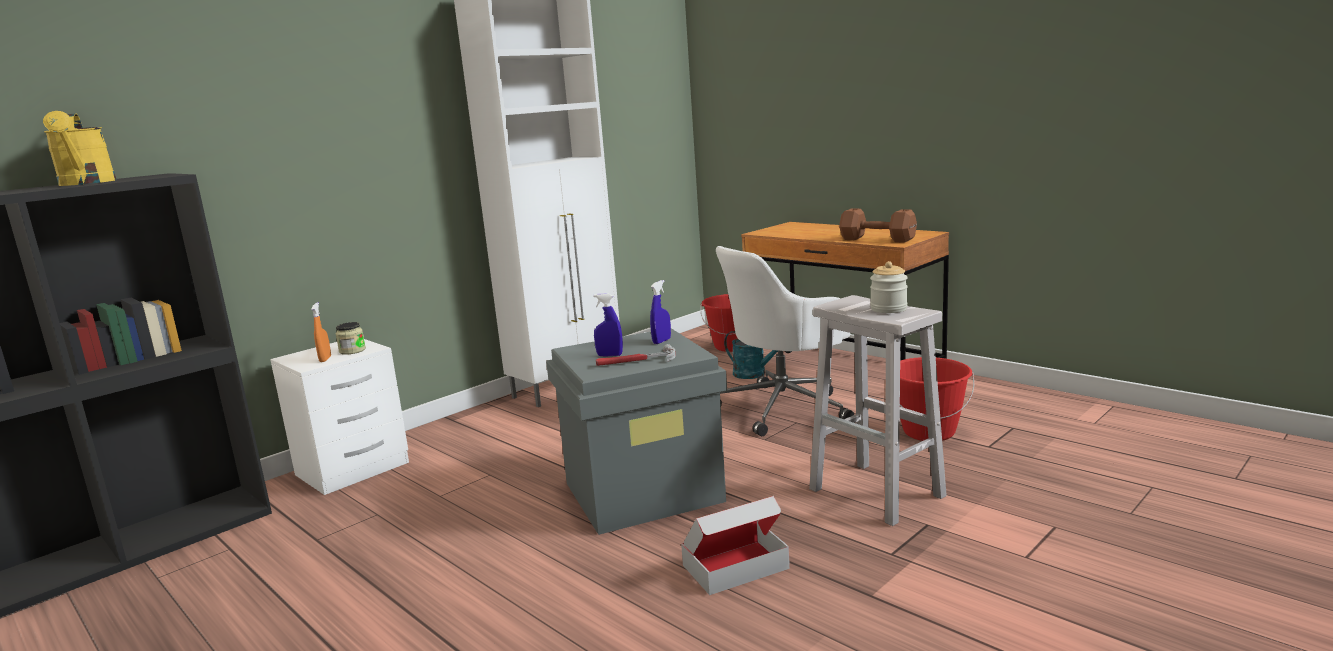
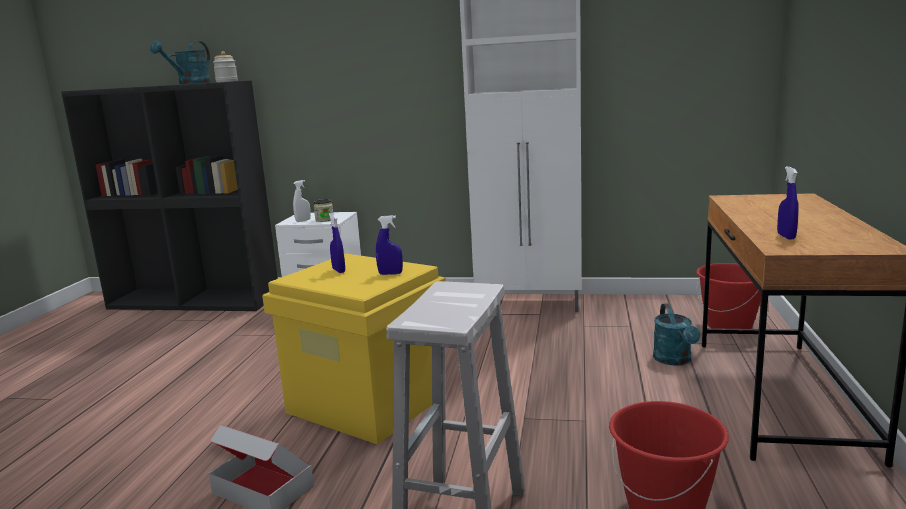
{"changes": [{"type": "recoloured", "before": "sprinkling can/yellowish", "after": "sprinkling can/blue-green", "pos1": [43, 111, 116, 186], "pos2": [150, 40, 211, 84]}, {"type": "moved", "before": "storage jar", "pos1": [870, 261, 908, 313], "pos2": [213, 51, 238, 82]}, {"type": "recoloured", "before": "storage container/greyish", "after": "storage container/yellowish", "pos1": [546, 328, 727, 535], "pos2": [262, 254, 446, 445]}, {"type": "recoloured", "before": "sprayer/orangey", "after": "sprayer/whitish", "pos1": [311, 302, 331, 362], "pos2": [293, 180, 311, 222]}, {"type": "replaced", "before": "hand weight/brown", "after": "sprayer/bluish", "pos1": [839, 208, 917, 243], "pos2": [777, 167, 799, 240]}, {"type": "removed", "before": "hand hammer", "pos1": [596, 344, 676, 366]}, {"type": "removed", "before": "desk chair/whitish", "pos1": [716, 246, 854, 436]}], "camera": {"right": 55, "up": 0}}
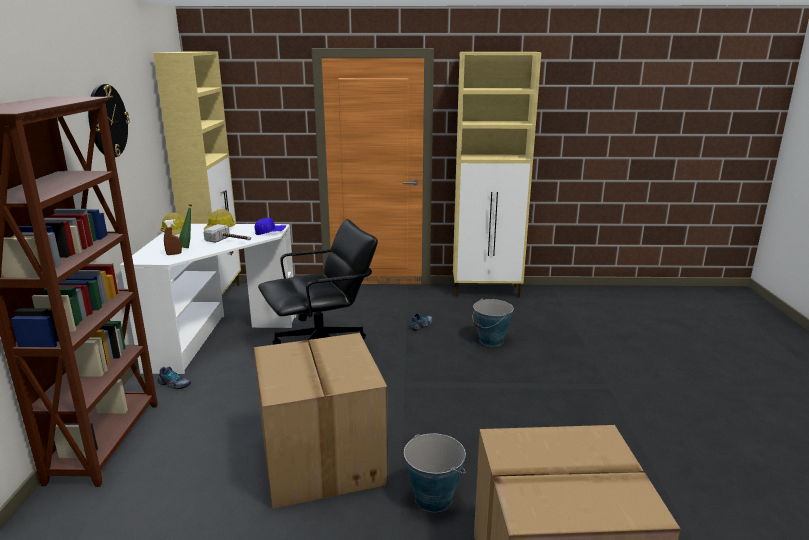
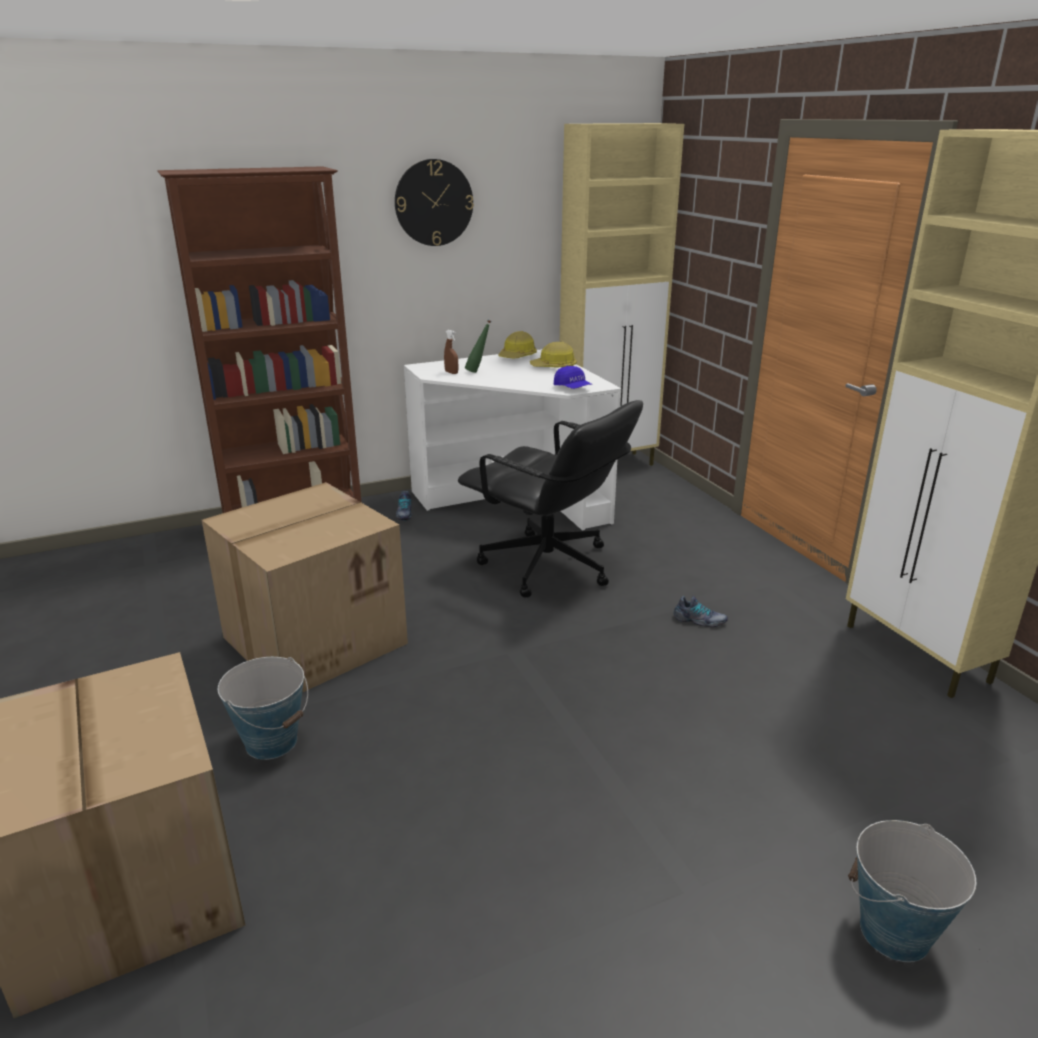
{"changes": [{"type": "moved", "before": "water bucket", "pos1": [473, 299, 514, 347], "pos2": [848, 820, 976, 962]}, {"type": "removed", "before": "hand hammer", "pos1": [204, 224, 251, 243]}], "camera": {"right": 65, "up": 5}}
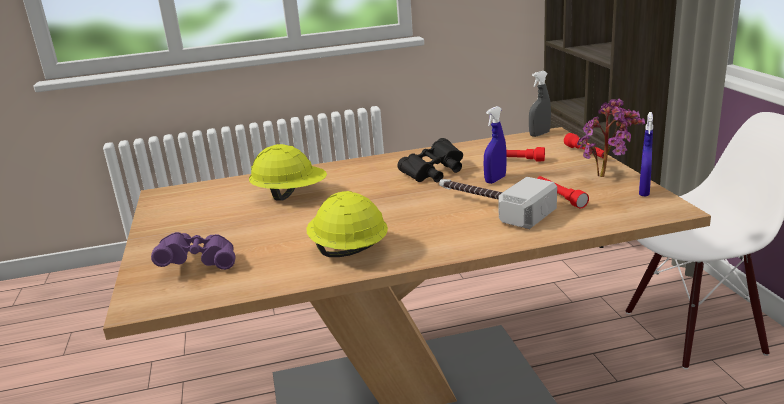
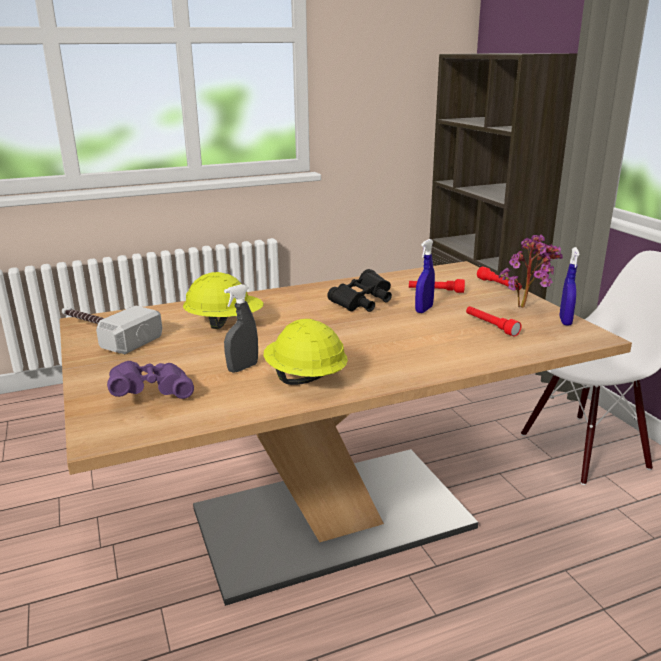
{"changes": [{"type": "moved", "before": "hand hammer", "pos1": [439, 177, 557, 229], "pos2": [62, 305, 162, 354]}, {"type": "moved", "before": "sprayer/greyish", "pos1": [529, 71, 551, 137], "pos2": [224, 284, 258, 373]}], "camera": {"right": -10, "up": 0}}
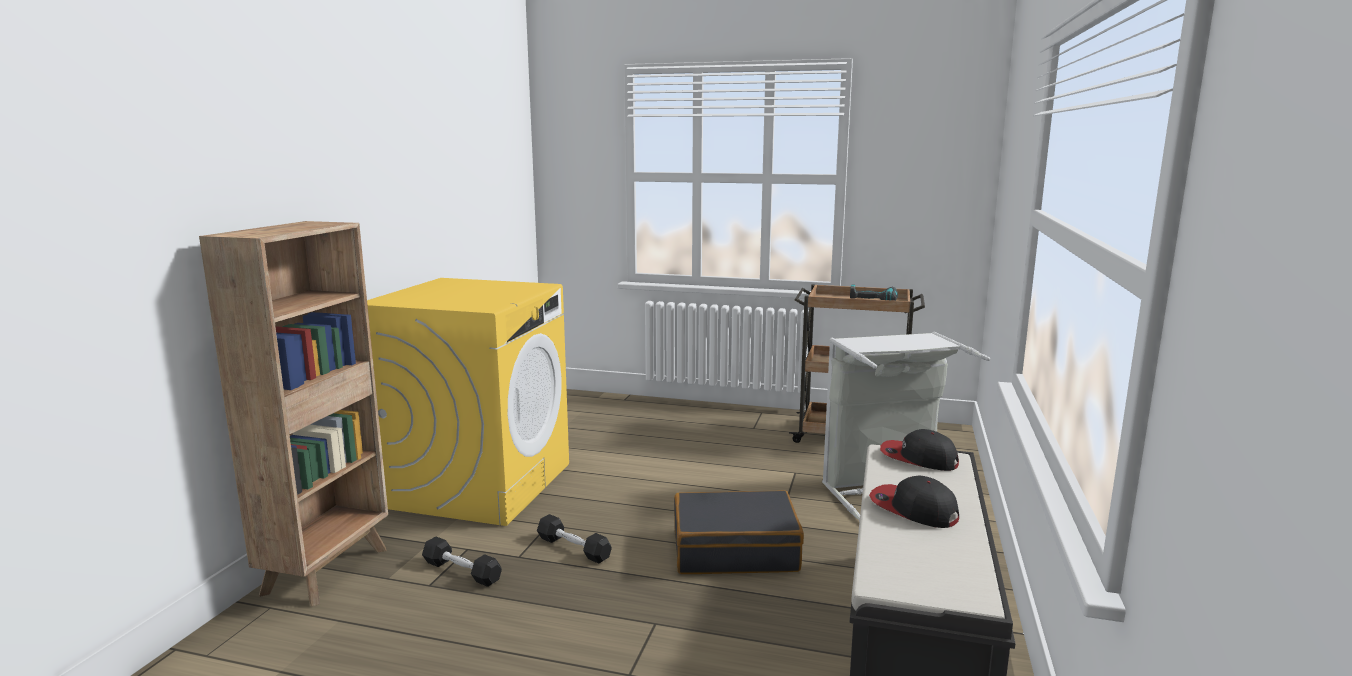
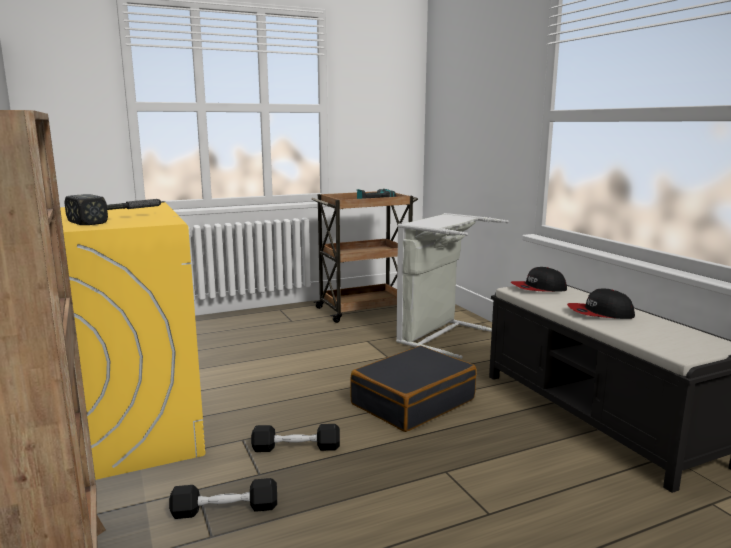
{"changes": [{"type": "added", "after": "hand hammer", "pos2": [64, 194, 165, 225]}], "camera": {"right": -40, "up": 0}}
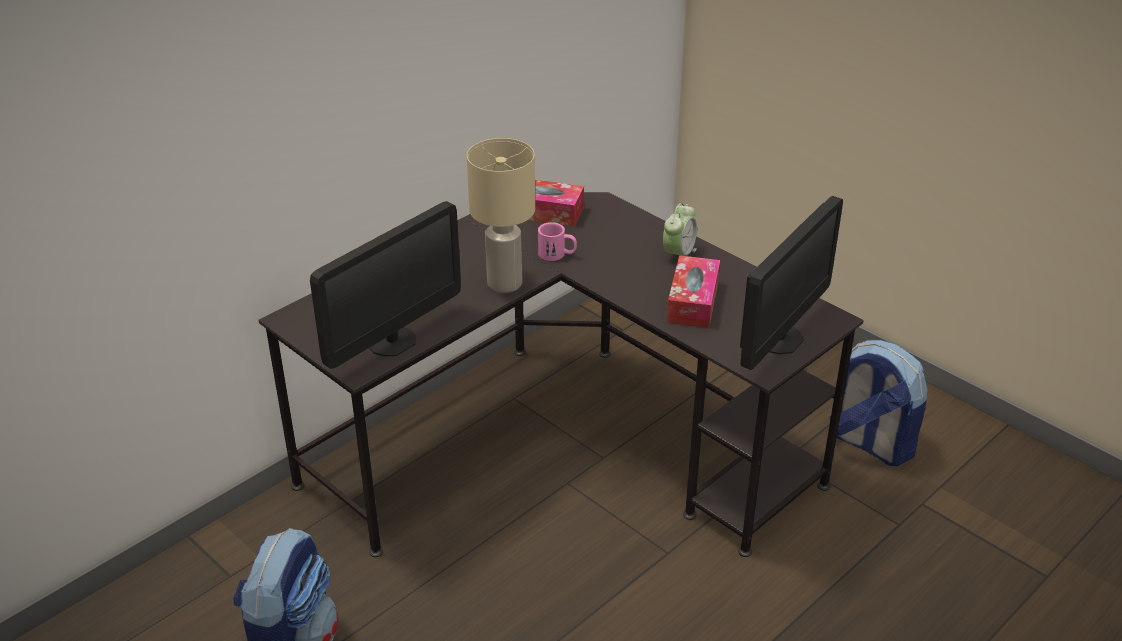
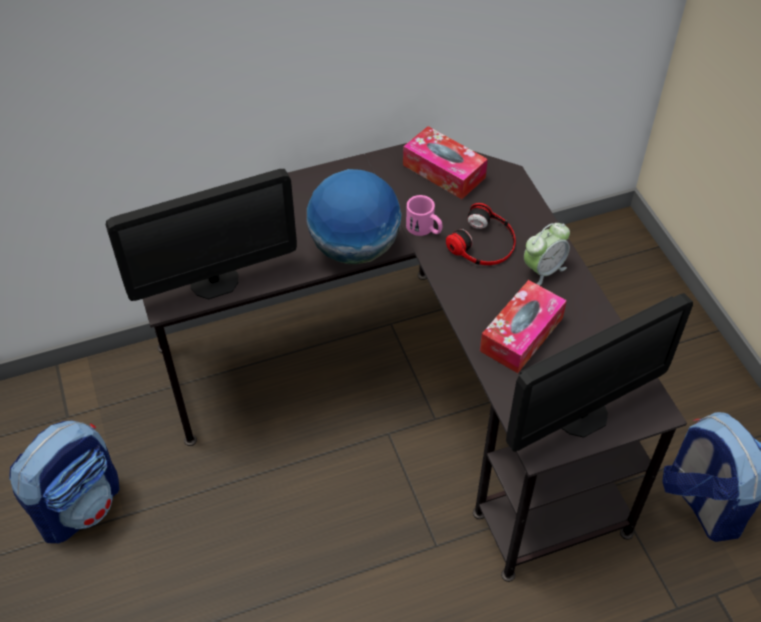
{"changes": [{"type": "replaced", "before": "lamp for a table/beige-coloured", "after": "desk globe", "pos1": [467, 138, 535, 293], "pos2": [307, 169, 402, 264]}, {"type": "added", "after": "pair of headphones", "pos2": [446, 203, 516, 265]}], "camera": {"right": 25, "up": 15}}
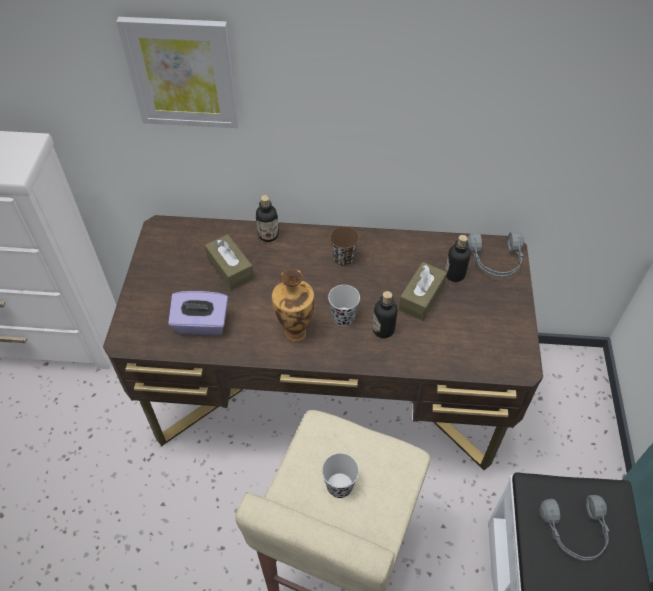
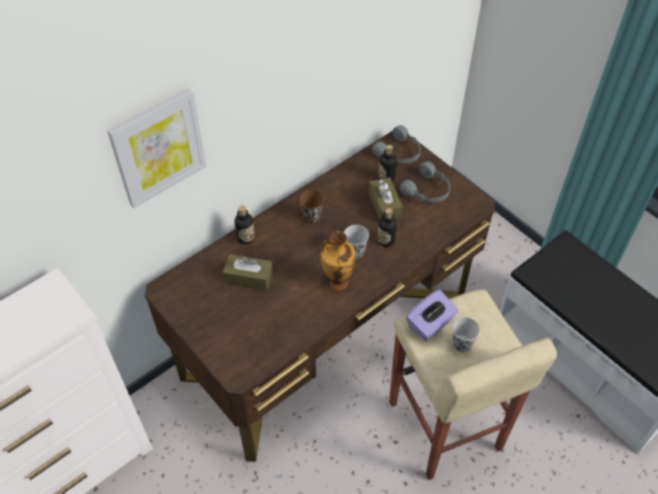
{"changes": [{"type": "moved", "before": "pair of headphones/greyish", "pos1": [540, 495, 610, 561], "pos2": [400, 161, 450, 202]}, {"type": "moved", "before": "box of tissues/purple", "pos1": [168, 291, 228, 335], "pos2": [406, 289, 459, 341]}], "camera": {"right": -45, "up": 0}}
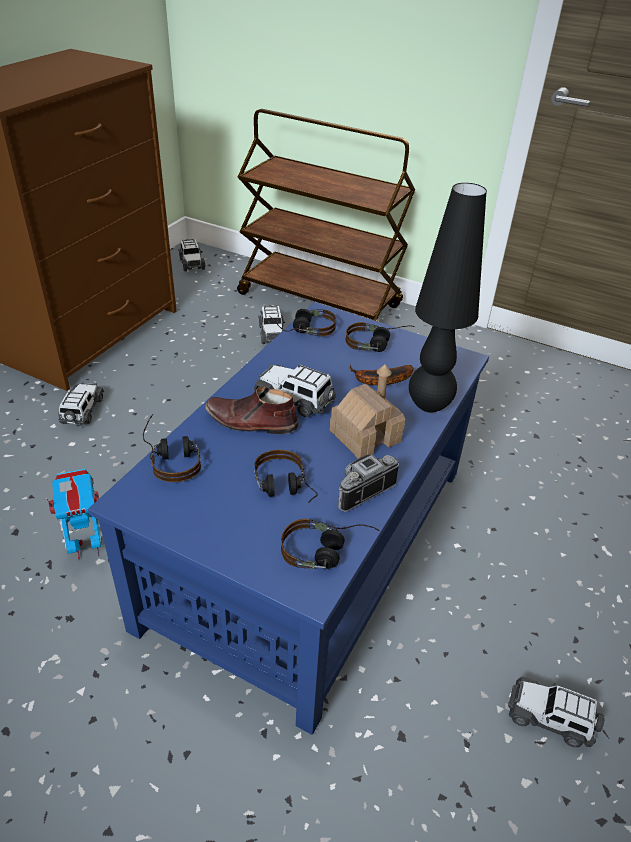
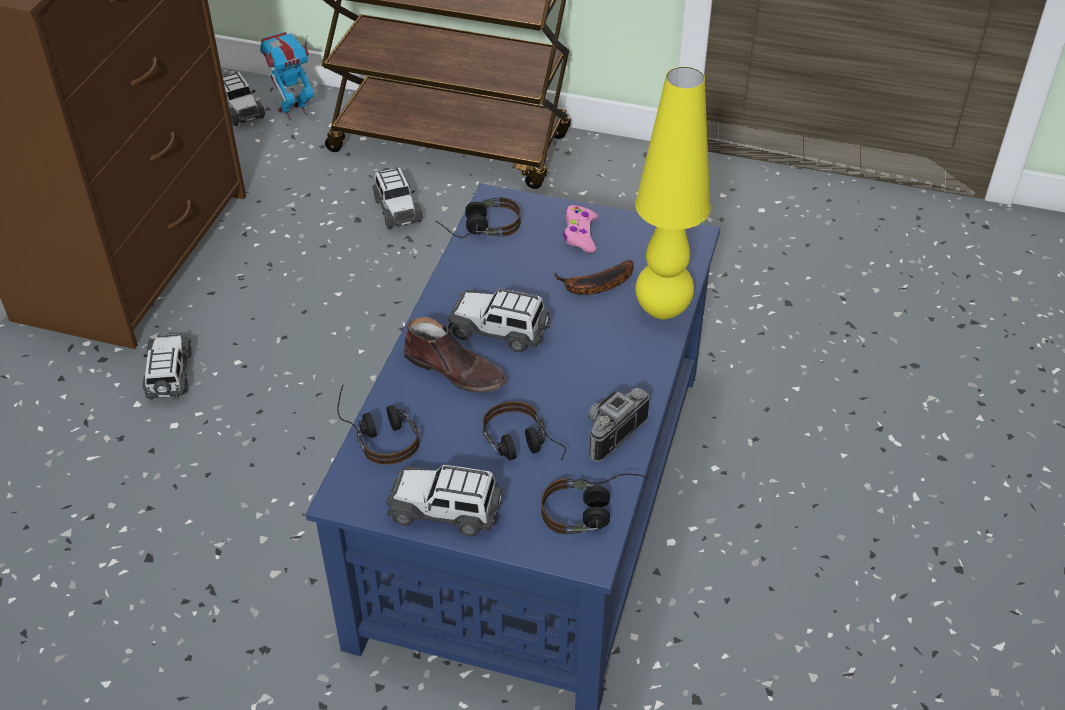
{"changes": [{"type": "moved", "before": "model robot", "pos1": [46, 469, 102, 560], "pos2": [260, 31, 314, 120]}, {"type": "moved", "before": "miniature car", "pos1": [508, 677, 604, 748], "pos2": [386, 464, 503, 537]}, {"type": "turned", "before": "shoe/brown", "pos1": [205, 387, 298, 434], "pos2": [404, 317, 507, 393], "turn": -150}, {"type": "replaced", "before": "pair of headphones", "after": "joypad/pinkish", "pos1": [345, 322, 416, 352], "pos2": [563, 205, 598, 253]}, {"type": "recoloured", "before": "lamp for a table/black-coloured", "after": "lamp for a table/yellowish", "pos1": [409, 183, 487, 413], "pos2": [635, 67, 711, 319]}, {"type": "removed", "before": "model house", "pos1": [330, 364, 405, 459]}], "camera": {"right": -10, "up": 5}}
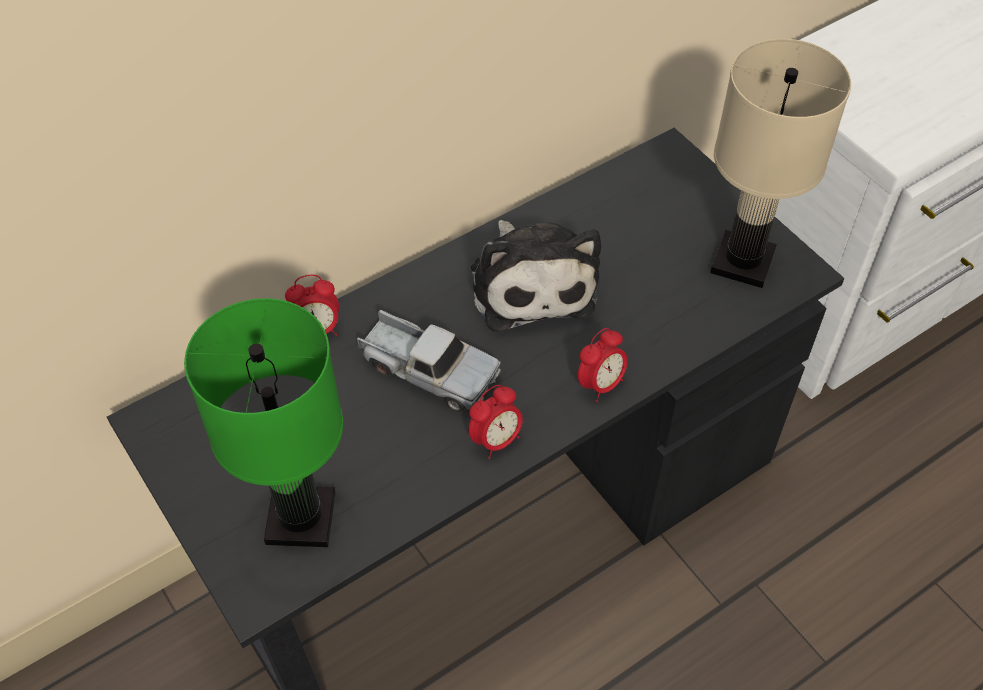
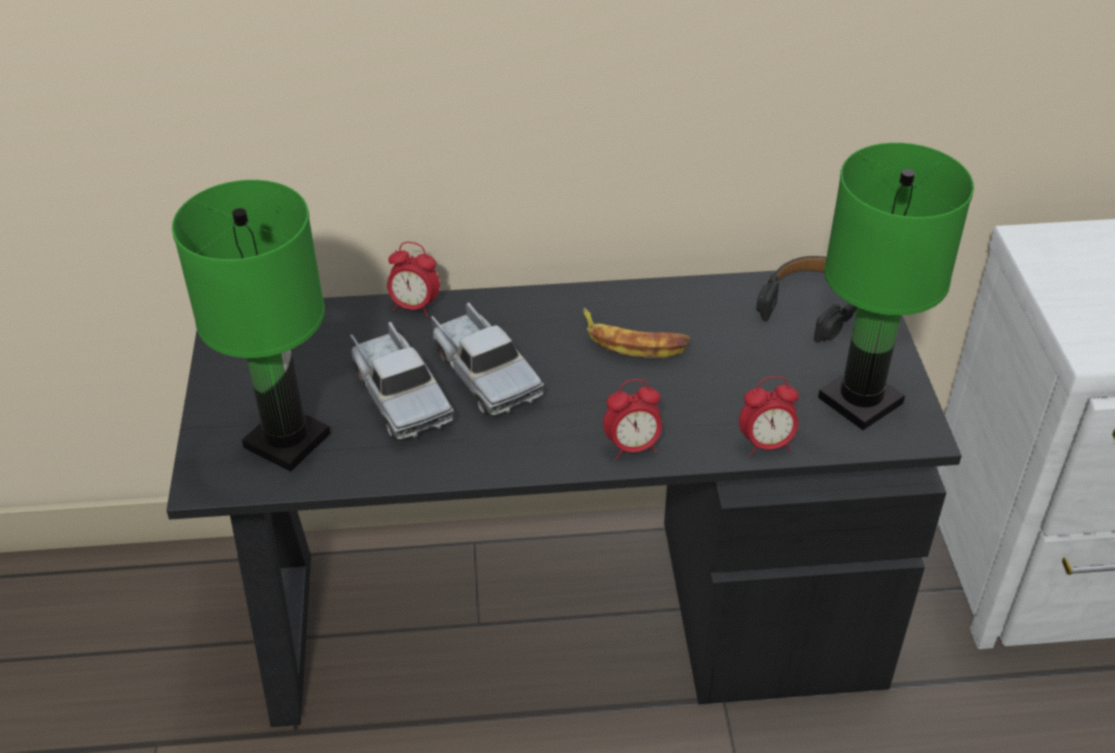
{"changes": [{"type": "added", "after": "toy truck", "pos2": [350, 322, 454, 440]}, {"type": "replaced", "before": "cuddly toy", "after": "whole banana", "pos1": [471, 220, 601, 332], "pos2": [583, 308, 691, 358]}, {"type": "moved", "before": "bedside clock", "pos1": [469, 385, 523, 459], "pos2": [739, 376, 799, 456]}, {"type": "added", "after": "pair of headphones/black-coloured", "pos2": [756, 256, 857, 342]}, {"type": "recoloured", "before": "lamp for a table/beige-coloured", "after": "lamp for a table/green-coloured", "pos1": [710, 39, 851, 288], "pos2": [818, 143, 974, 430]}], "camera": {"right": 30, "up": -10}}
